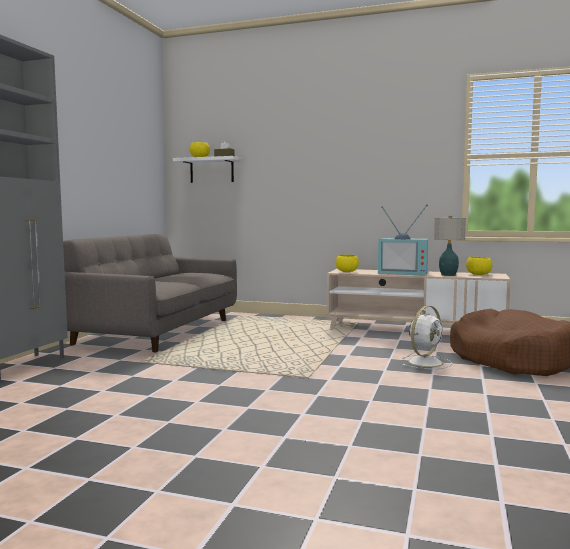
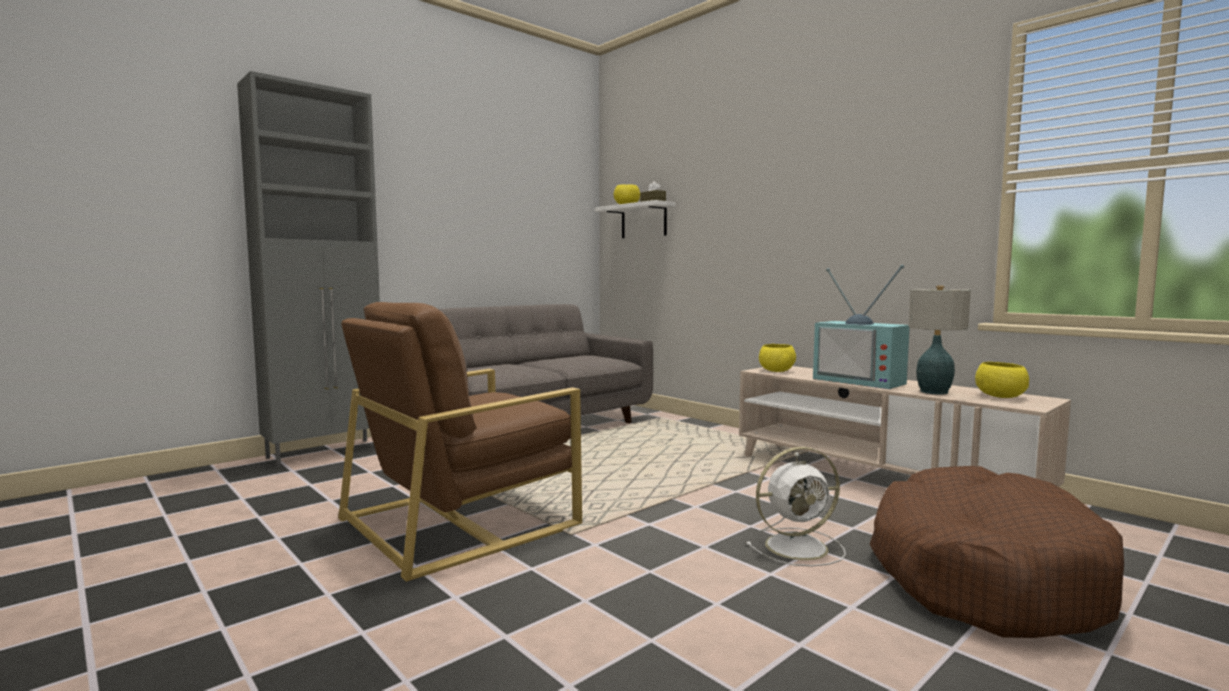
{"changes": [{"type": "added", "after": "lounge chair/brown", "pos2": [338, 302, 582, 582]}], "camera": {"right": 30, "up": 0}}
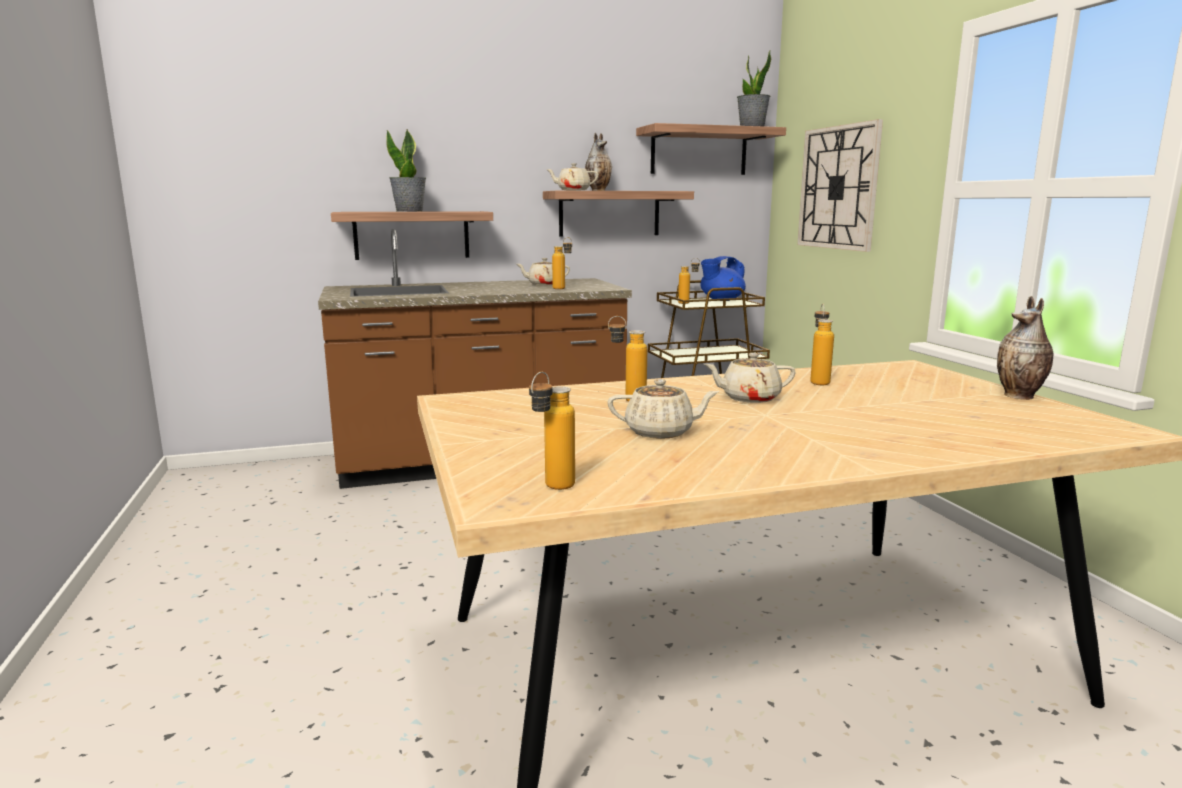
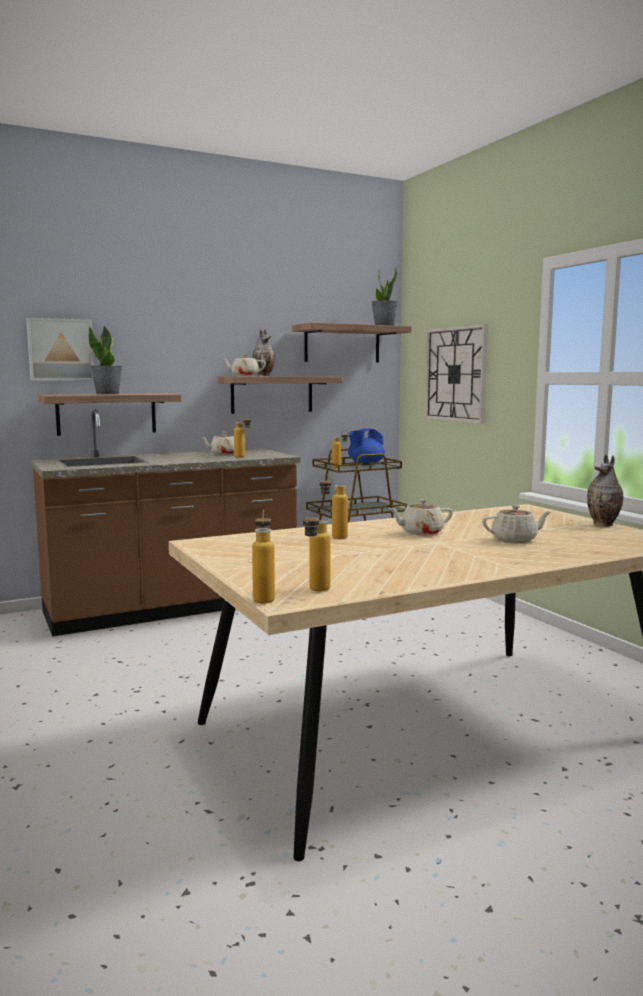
{"changes": [{"type": "added", "after": "wall art", "pos2": [26, 318, 94, 381]}, {"type": "moved", "before": "beverage bottle", "pos1": [810, 304, 834, 385], "pos2": [252, 510, 275, 604]}, {"type": "moved", "before": "pot for tea/beige-coloured", "pos1": [607, 379, 720, 439], "pos2": [482, 505, 552, 543]}], "camera": {"right": -10, "up": -5}}
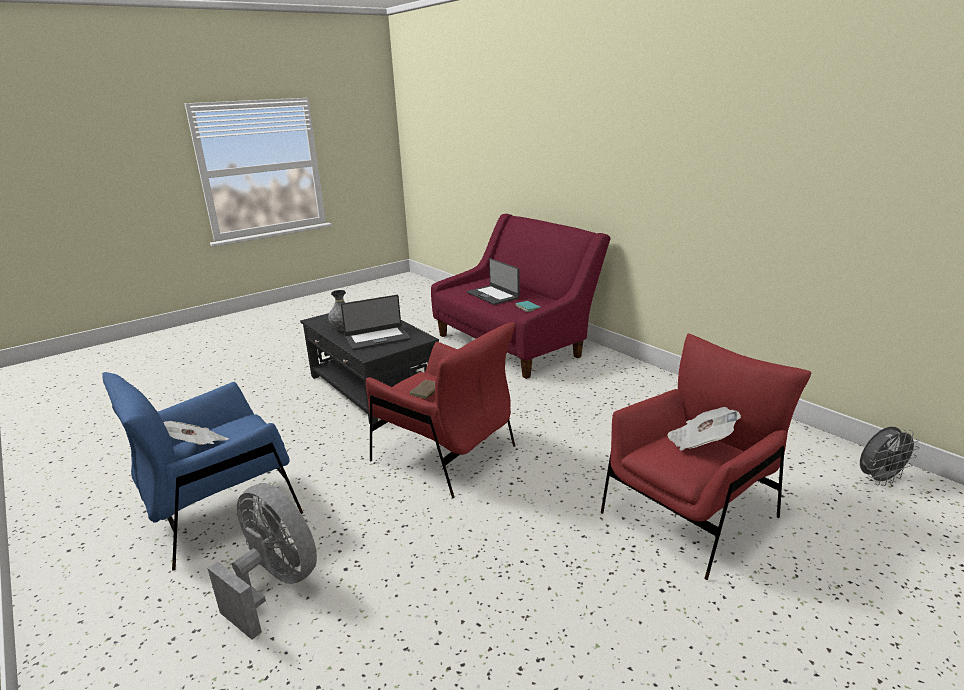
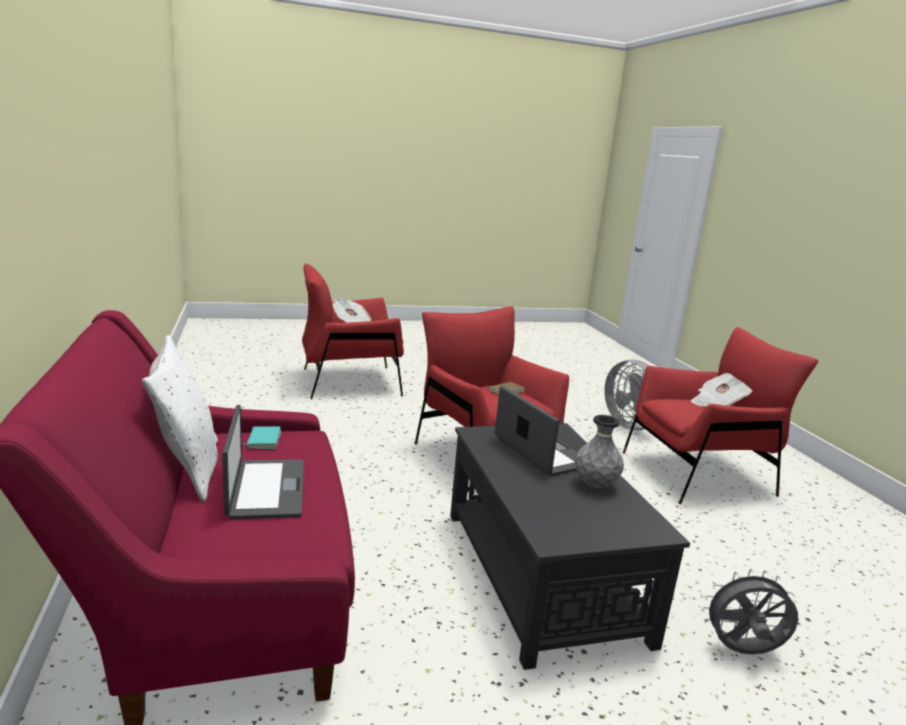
{"changes": [{"type": "added", "after": "cushion/whitish", "pos2": [142, 335, 218, 502]}, {"type": "turned", "before": "portable computer", "pos1": [341, 295, 411, 350], "pos2": [495, 386, 578, 476], "turn": 60}, {"type": "recoloured", "before": "lounge chair/bluish", "after": "lounge chair/red", "pos1": [103, 372, 303, 570], "pos2": [623, 327, 818, 504]}, {"type": "moved", "before": "fan/greyish", "pos1": [860, 427, 919, 486], "pos2": [702, 569, 798, 655]}], "camera": {"right": -160, "up": -5}}
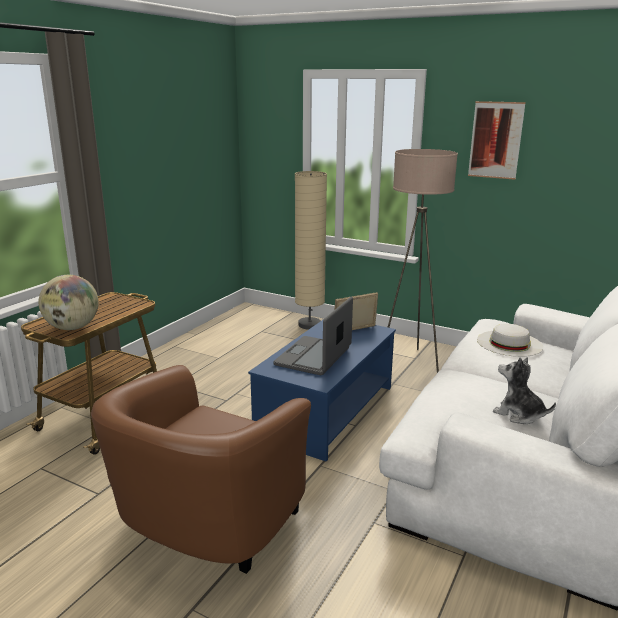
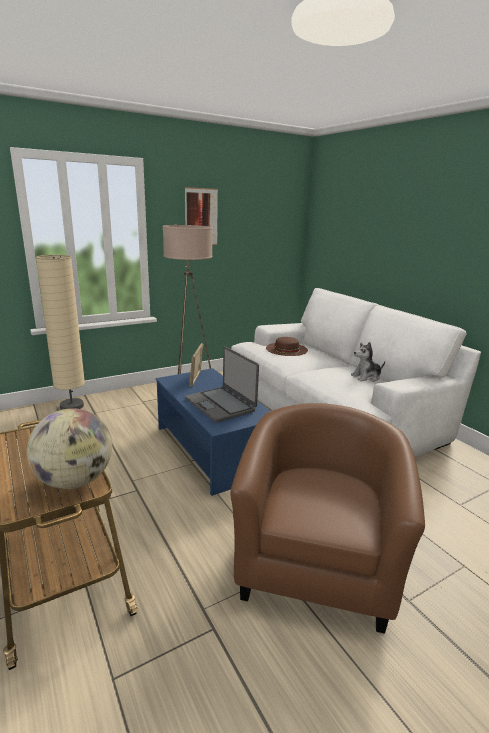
{"changes": [{"type": "turned", "before": "lounge chair/brown", "pos1": [91, 365, 311, 574], "pos2": [230, 403, 425, 634], "turn": -135}, {"type": "recoloured", "before": "hat/whitish", "after": "hat/brown", "pos1": [477, 324, 543, 357], "pos2": [266, 337, 308, 356]}], "camera": {"right": -60, "up": 0}}
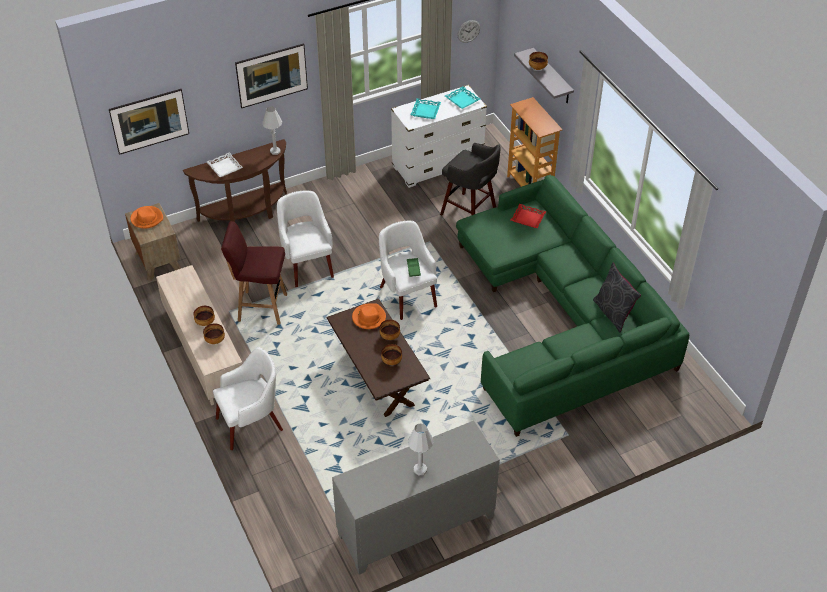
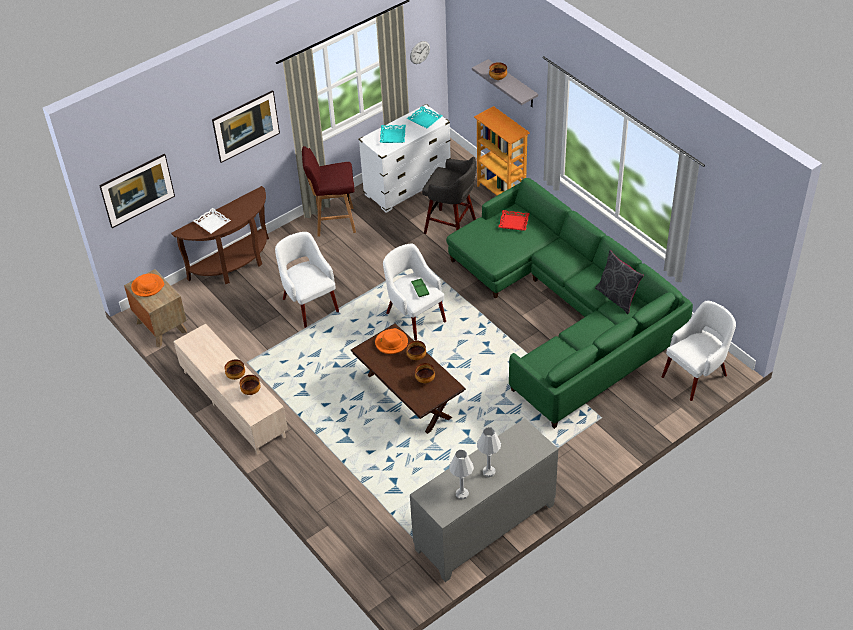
{"changes": [{"type": "moved", "before": "stool/red", "pos1": [221, 221, 287, 325], "pos2": [302, 146, 356, 237]}, {"type": "moved", "before": "lamp for a table/whitish", "pos1": [262, 106, 282, 155], "pos2": [449, 450, 474, 500]}, {"type": "moved", "before": "lounge chair/whitish", "pos1": [213, 347, 283, 450], "pos2": [662, 300, 736, 401]}], "camera": {"right": -10, "up": 0}}
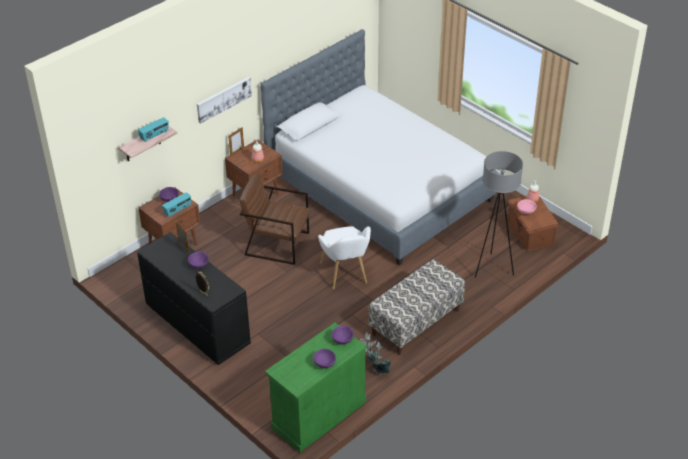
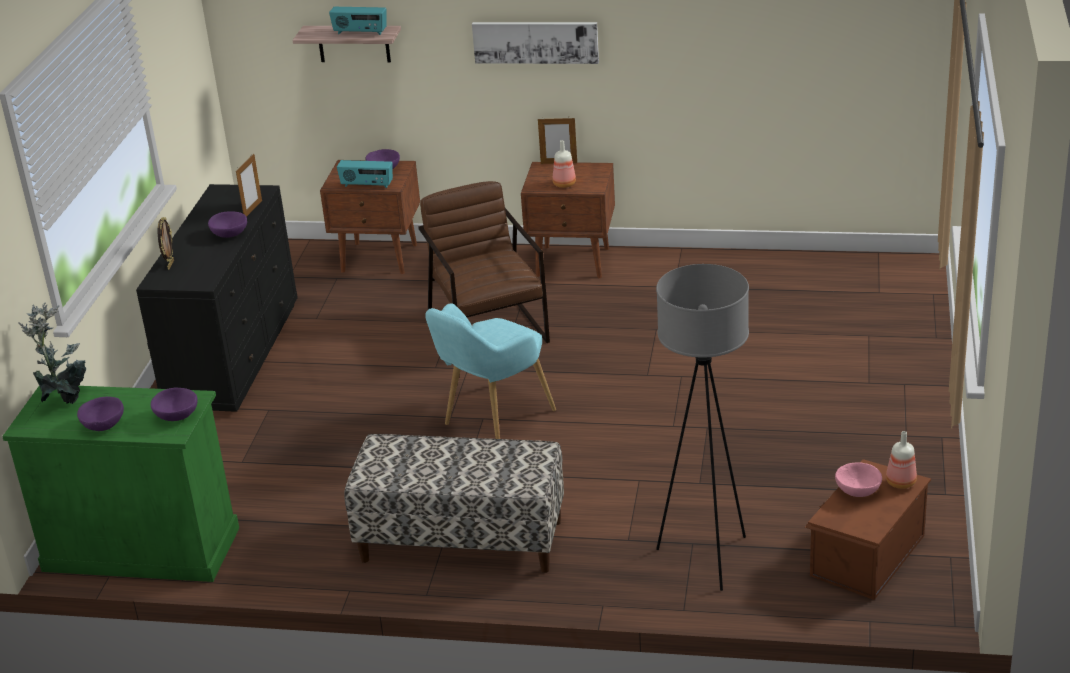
{"changes": [{"type": "moved", "before": "plant in a pot", "pos1": [360, 333, 391, 374], "pos2": [19, 302, 86, 404]}, {"type": "recoloured", "before": "lounge chair/whitish", "after": "lounge chair/blue-green", "pos1": [318, 226, 371, 289], "pos2": [425, 303, 556, 439]}, {"type": "removed", "before": "bed", "pos1": [261, 29, 498, 265]}], "camera": {"right": 55, "up": -10}}
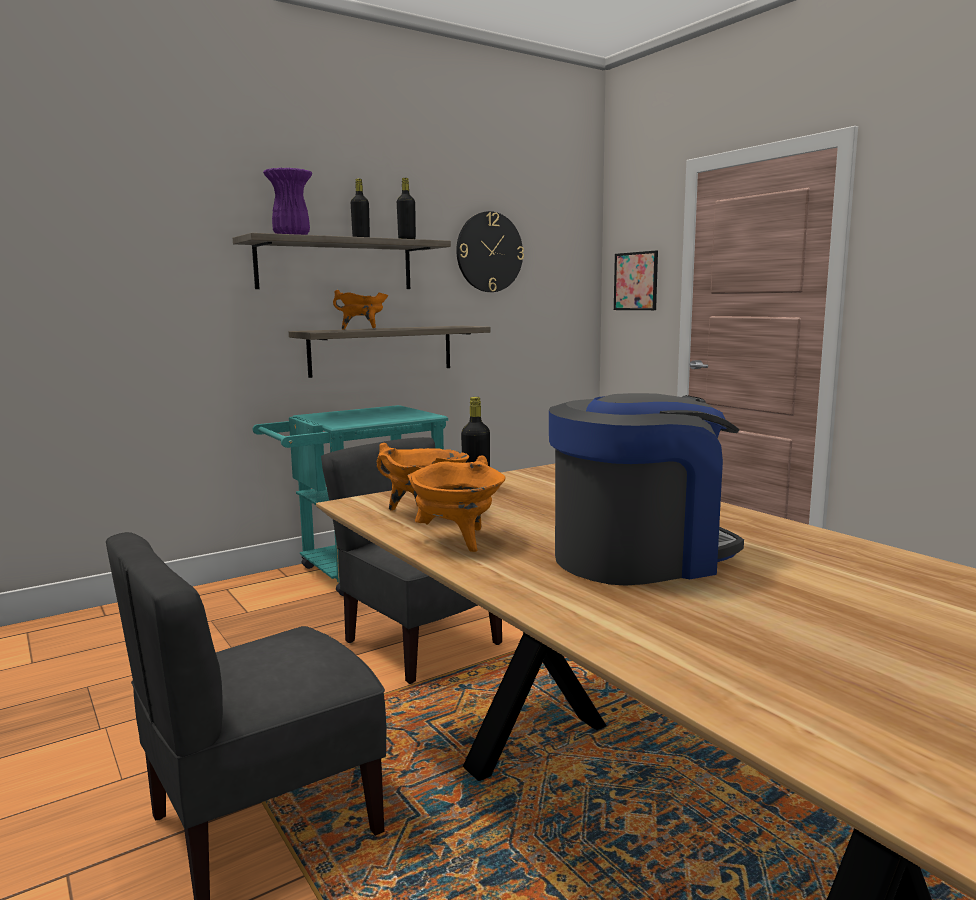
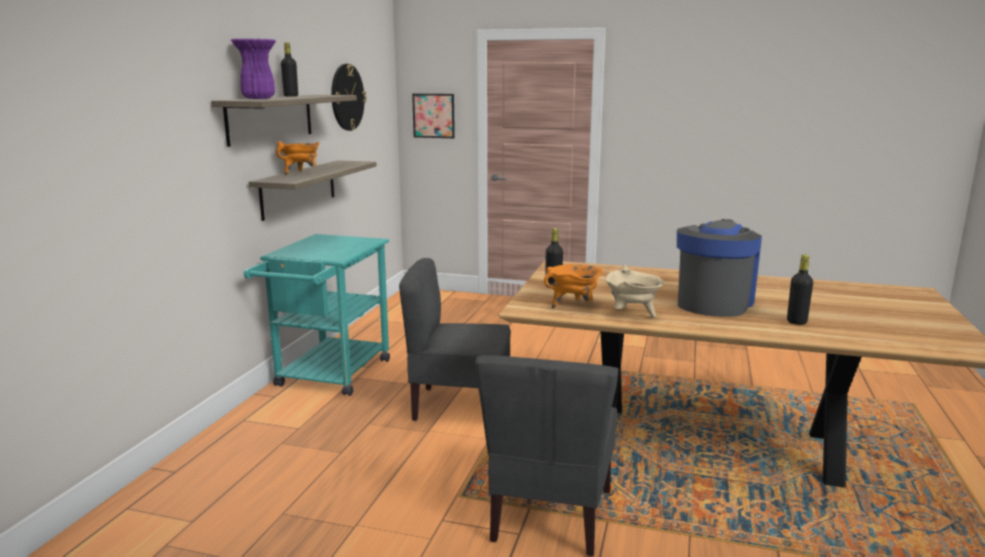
{"changes": [{"type": "recoloured", "before": "stockpot/orangey", "after": "stockpot/beige-coloured", "pos1": [407, 456, 506, 552], "pos2": [605, 265, 664, 318]}, {"type": "moved", "before": "beverage bottle/black-coloured", "pos1": [397, 178, 416, 239], "pos2": [787, 255, 813, 325]}], "camera": {"right": -40, "up": 5}}
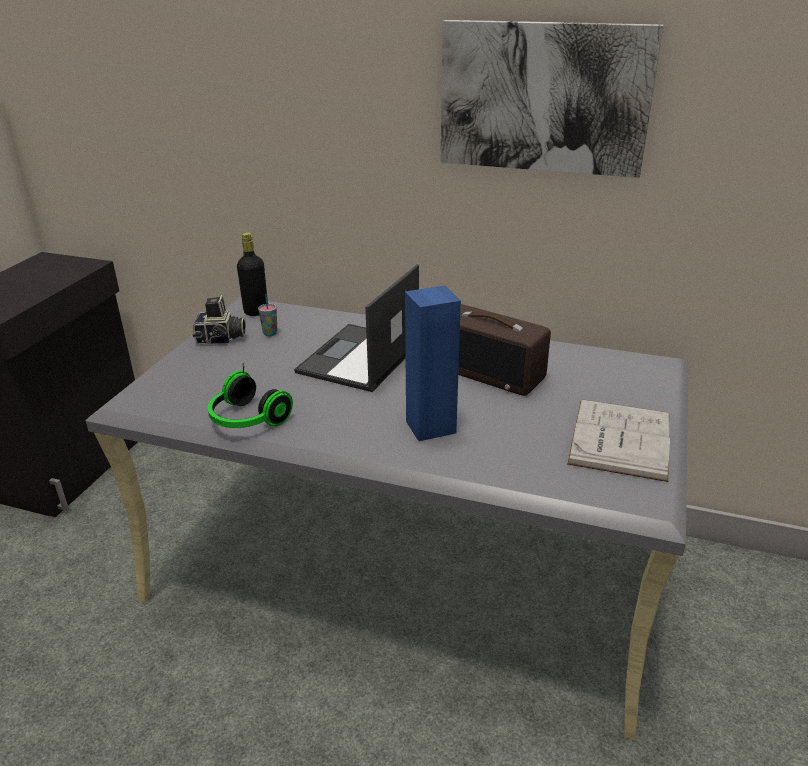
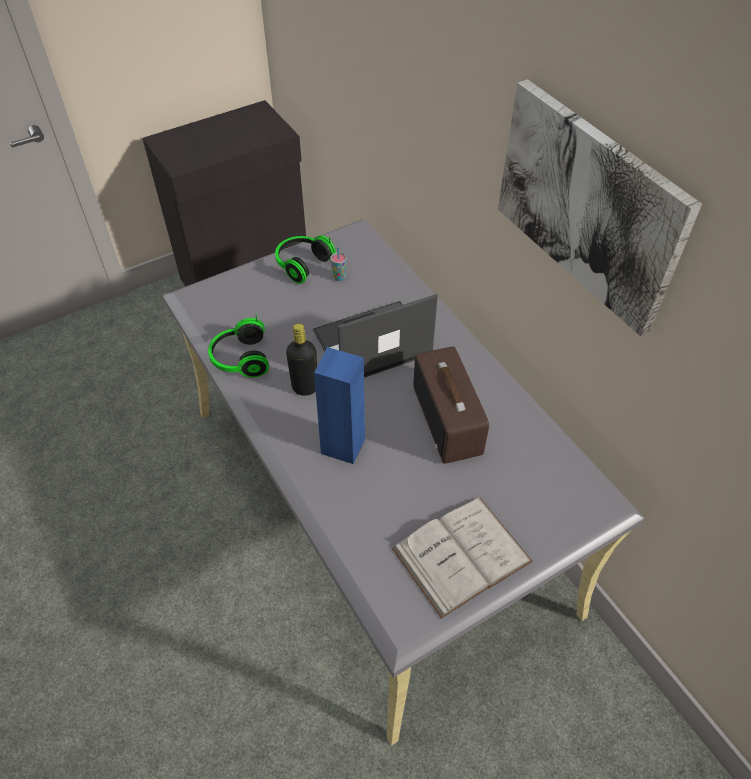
{"changes": [{"type": "replaced", "before": "photo camera", "after": "pair of headphones", "pos1": [193, 295, 246, 344], "pos2": [275, 235, 336, 284]}, {"type": "moved", "before": "beverage bottle/black-coloured", "pos1": [237, 232, 268, 316], "pos2": [286, 324, 317, 396]}], "camera": {"right": 40, "up": 20}}
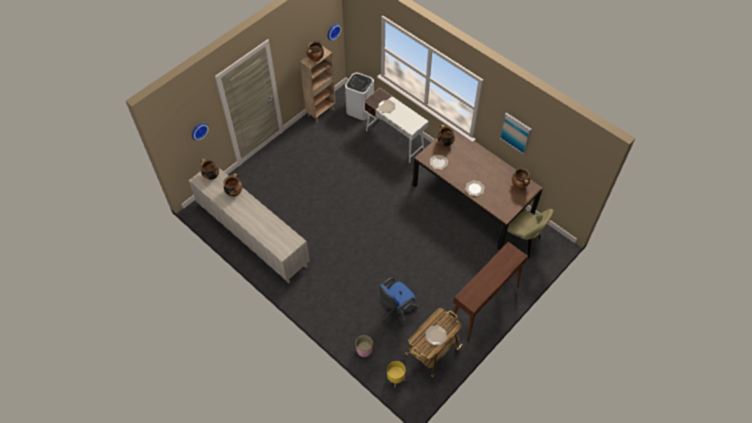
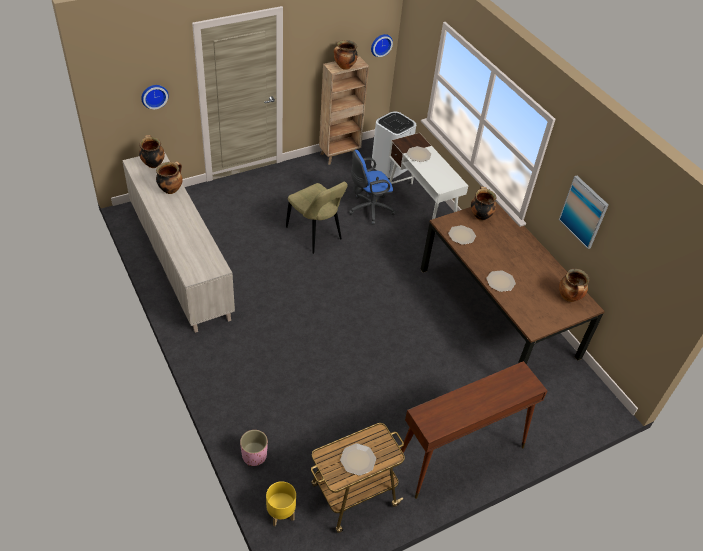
{"changes": [{"type": "moved", "before": "plain chair/beige-coloured", "pos1": [498, 209, 554, 259], "pos2": [286, 182, 348, 254]}, {"type": "moved", "before": "desk chair/bluish", "pos1": [379, 277, 419, 325], "pos2": [349, 150, 396, 225]}], "camera": {"right": 15, "up": -10}}
